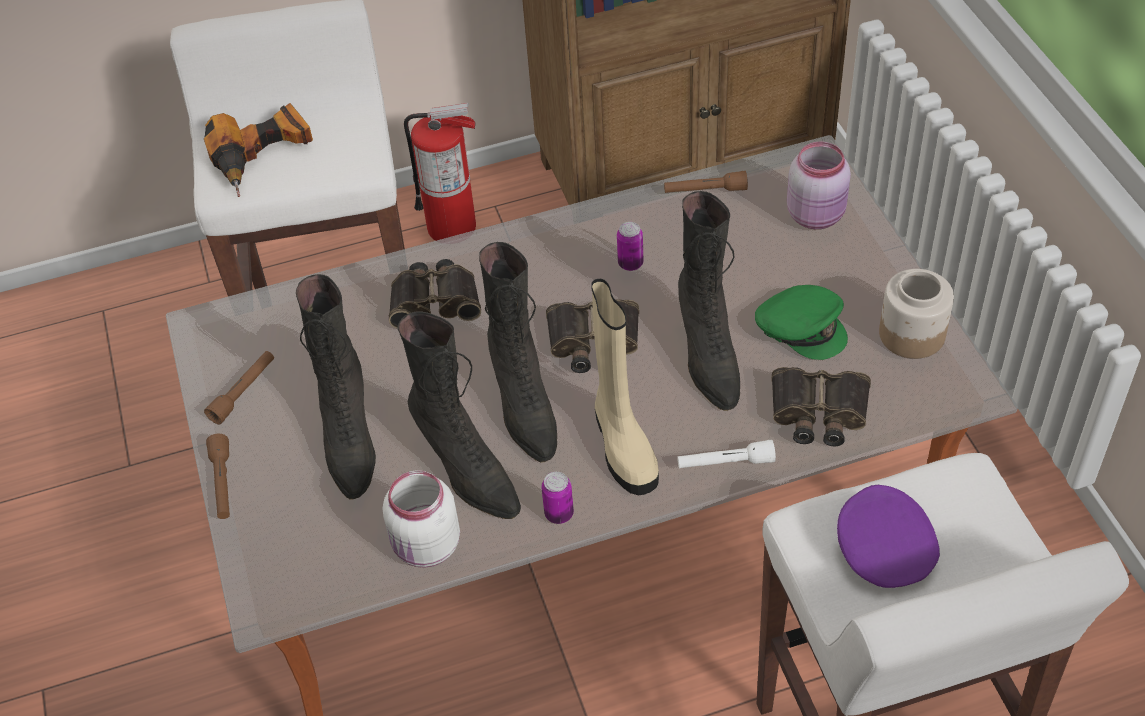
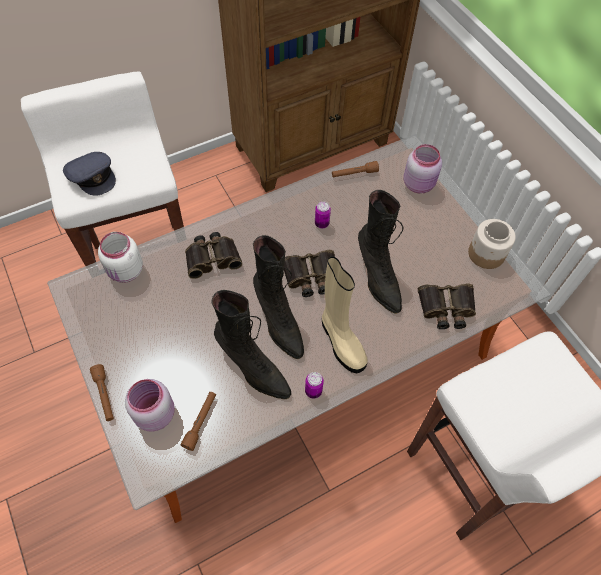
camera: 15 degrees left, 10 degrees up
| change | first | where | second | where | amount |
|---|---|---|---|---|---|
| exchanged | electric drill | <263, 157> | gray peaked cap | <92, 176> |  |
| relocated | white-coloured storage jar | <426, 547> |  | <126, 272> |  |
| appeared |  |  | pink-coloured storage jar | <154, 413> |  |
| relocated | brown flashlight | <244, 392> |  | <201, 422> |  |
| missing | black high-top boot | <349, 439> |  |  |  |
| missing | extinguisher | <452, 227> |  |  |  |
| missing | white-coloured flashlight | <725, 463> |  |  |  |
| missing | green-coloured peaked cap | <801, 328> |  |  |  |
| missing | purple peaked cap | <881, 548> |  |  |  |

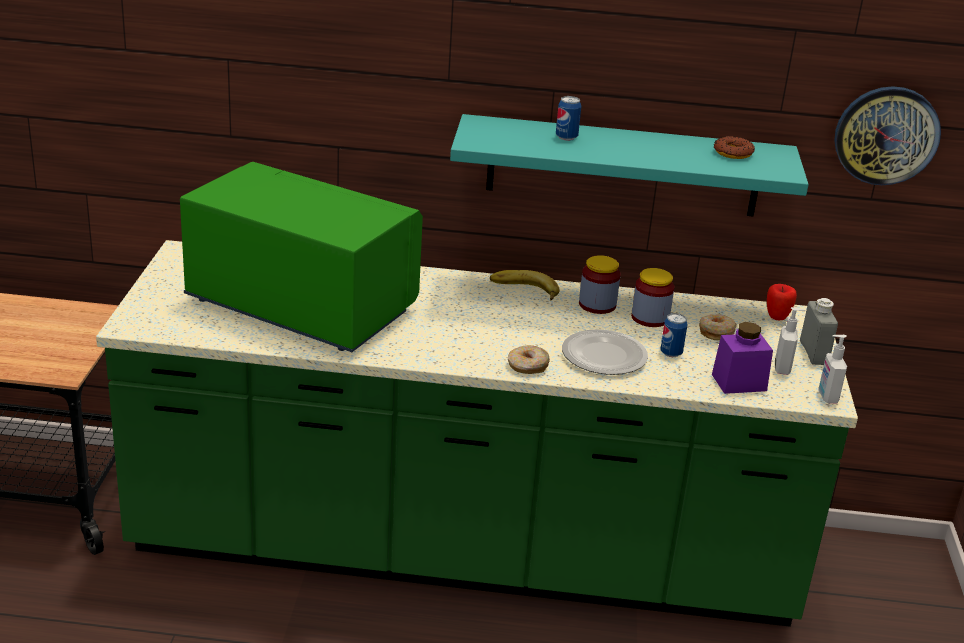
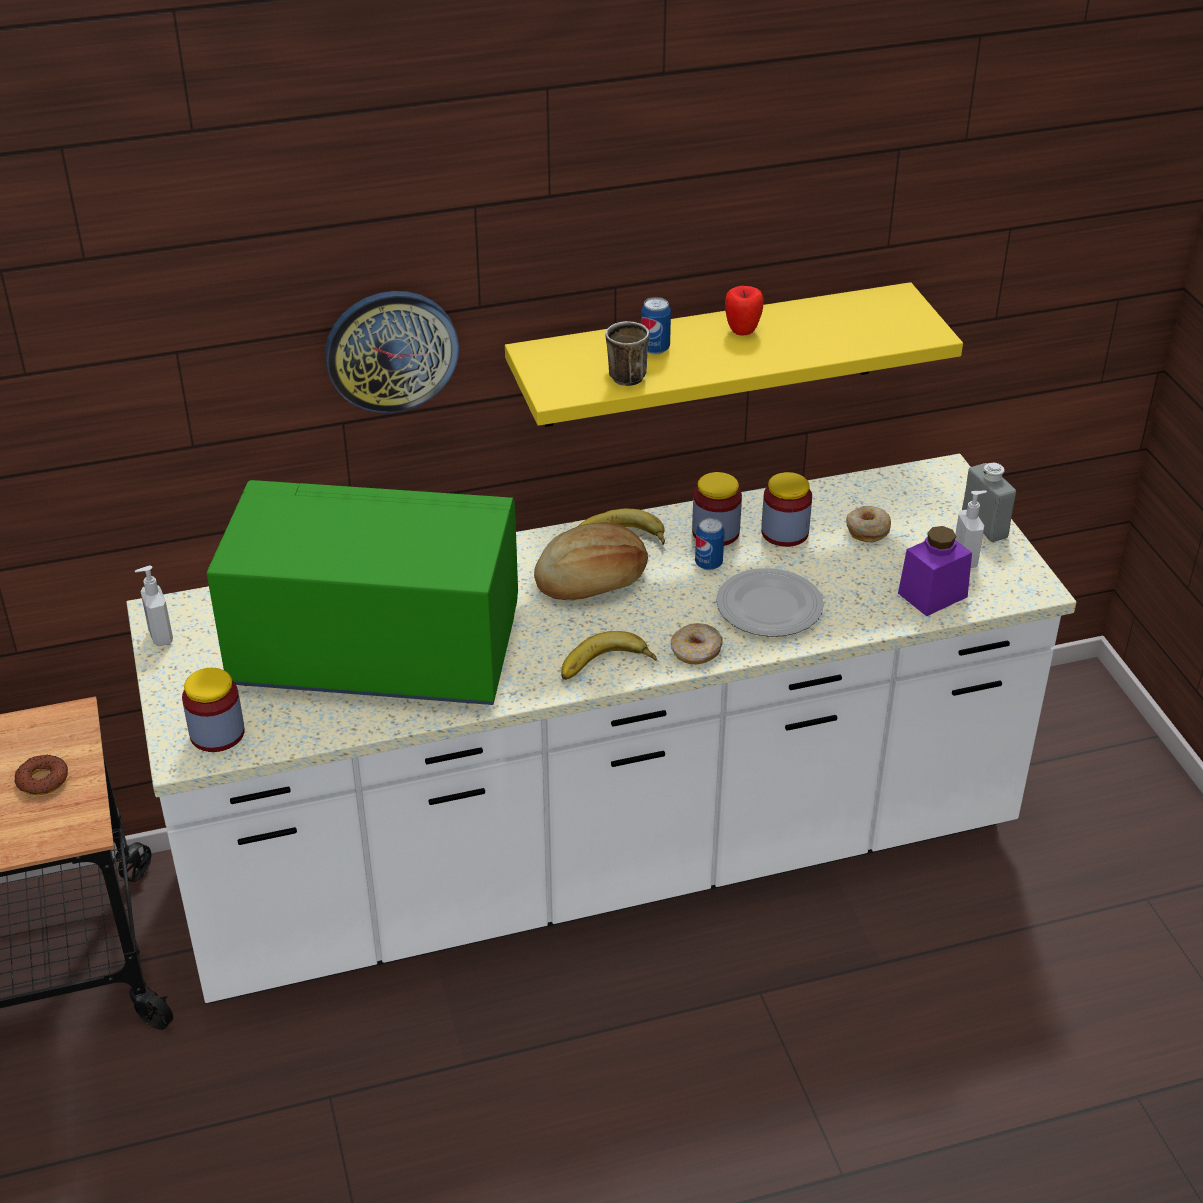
camera: 20 degrees left, 10 degrees up
| change | first | where | second | where | amount |
|---|---|---|---|---|---|
| relocated | doughnut | <733, 153> |  | <42, 780> |  |
| colour | green-coloured kitchen counter | <465, 550> | white-coloured kitchen counter | <601, 857> |  |
| relocated | liquid soap bottle | <827, 397> |  | <160, 636> |  |
| appeared |  |  | storage jar | <217, 733> |  |
| relocated | hanging clock | <886, 135> |  | <391, 350> |  |
| colour | turquoise shelf | <623, 166> | yellowish shelf | <711, 355> |  |
| appeared |  |  | bakery bread | <592, 582> |  |
| appeared |  |  | banana | <607, 667> |  |
| appeared |  |  | mug | <622, 375> |  |
| relocated | can | <671, 353> |  | <708, 564> |  |
| relocated | apple | <777, 317> |  | <742, 331> |  |

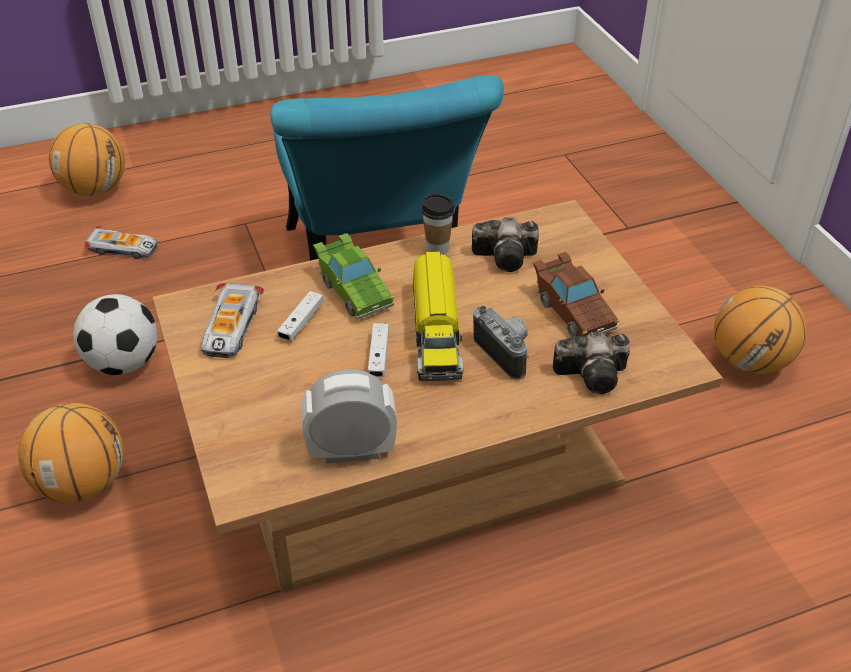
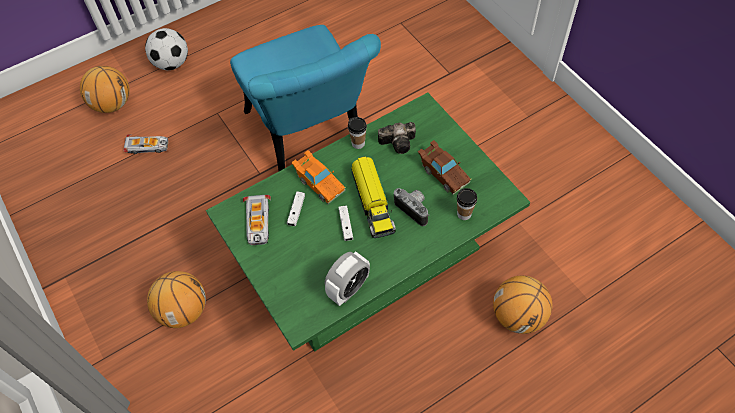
camera: 10 degrees left, 15 degrees up
| change | first | where | second | where | amount |
|---|---|---|---|---|---|
| relocated | ball for football | <124, 363> |  | <172, 63> |  |
| colour | brown low table | <425, 463> | green-coloured low table | <370, 257> |  |
| colour | green-coloured toy car | <353, 290> | orange-coloured toy car | <319, 183> |  |
| spun | bedside clock | <351, 451> |  | <348, 289> | 150 degrees clockwise |
| exchanged | photo camera | <595, 375> | small cup | <464, 214> |  |
| relocated | ball for basketball | <750, 361> |  | <518, 316> |  |

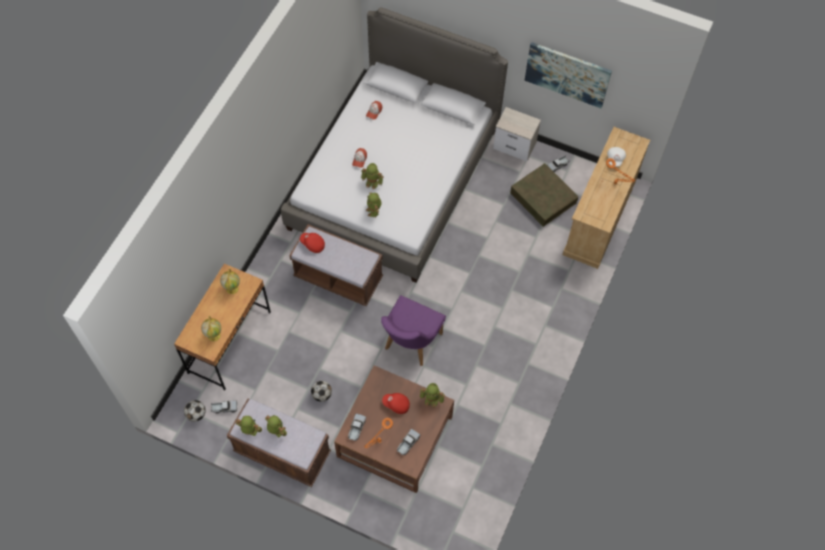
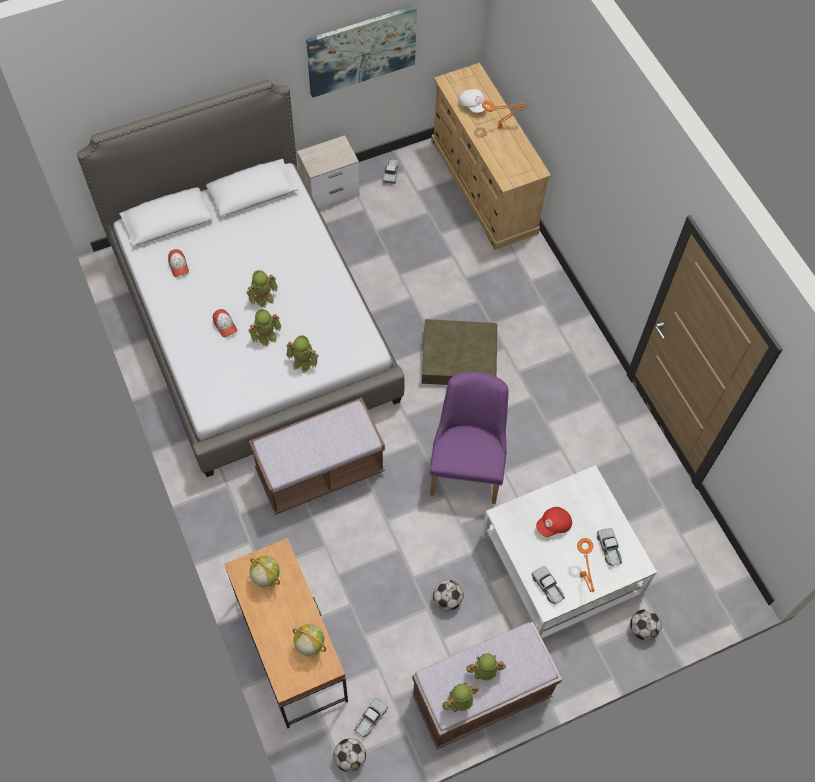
camera: 50 degrees left, 0 degrees up
| change | first | where | second | where | amount |
|---|---|---|---|---|---|
| relocated | toy robot | <432, 399> |  | <263, 297> |  |
| relocated | brown storage bin | <543, 198> |  | <458, 357> |  |
| spun | purple upright chair | <410, 345> |  | <467, 465> | 150 degrees counterclockwise |
| colour | brown low table | <395, 436> | white-coloured low table | <561, 564> |  |
| appeared |  |  | ball for football | <642, 629> |  |
| missing | reddish peaked cap | <312, 244> |  |  |  |

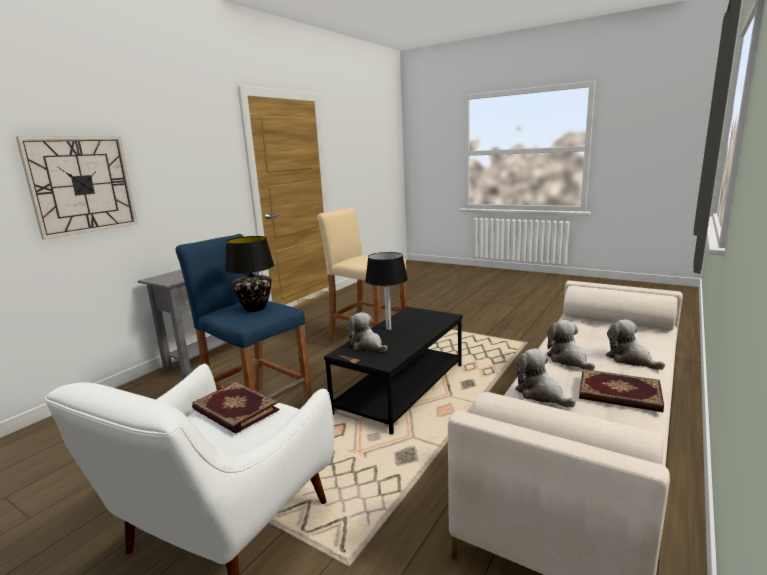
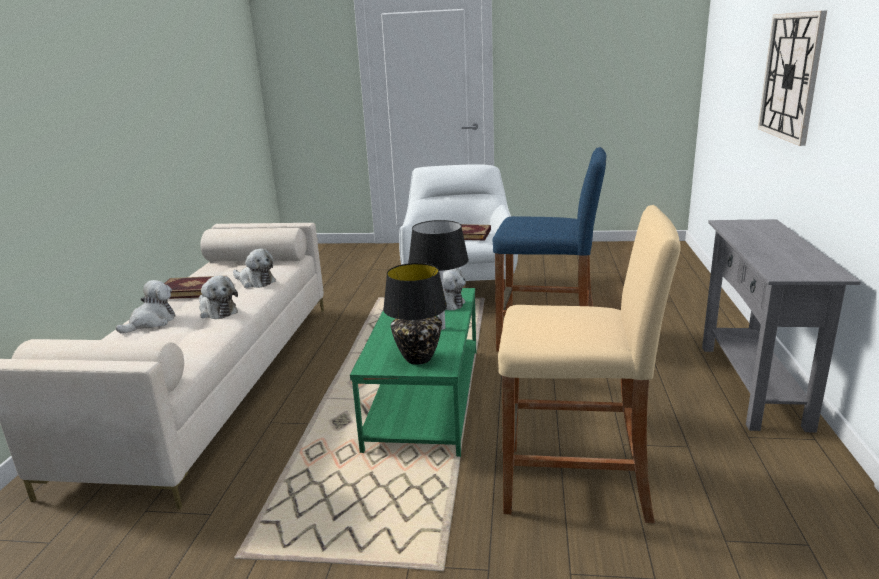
camera: 155 degrees right, 5 degrees up
| change | first | where | second | where | amount |
|---|---|---|---|---|---|
| spun | cuddly toy | <630, 359> |  | <151, 322> | 90 degrees counterclockwise |
| colour | black low table | <402, 389> | green-coloured low table | <424, 396> |  |
| relocated | black table lamp | <254, 309> |  | <418, 358> |  |

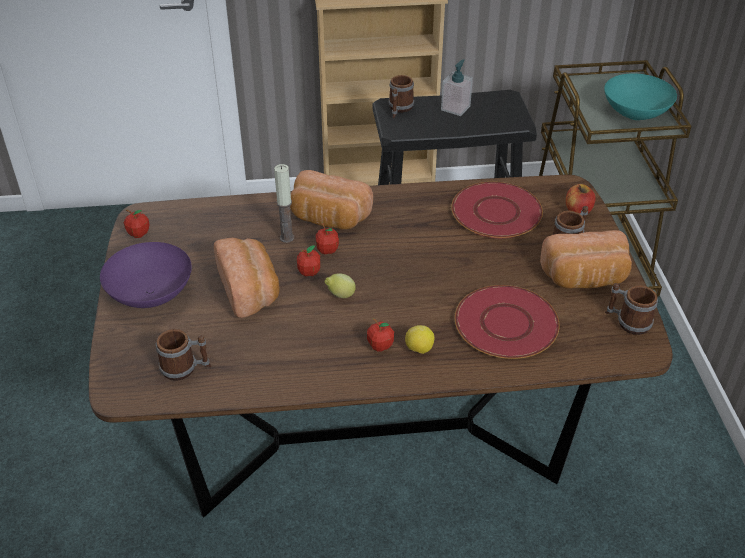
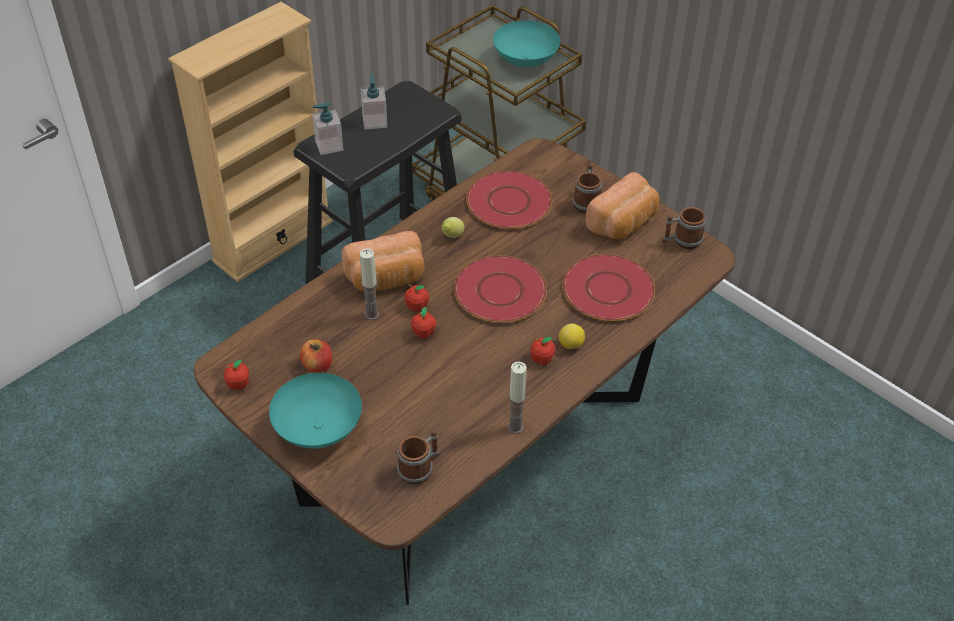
camera: 40 degrees left, 5 degrees up
| change | first | where | second | where | amount |
|---|---|---|---|---|---|
| colour | purple deep dish | <150, 296> | turquoise deep dish | <318, 430> |  |
| relocated | apple | <578, 210> |  | <318, 365> |  |
| exchanged | mug | <399, 109> | liquid soap bottle | <329, 146> |  |
| relocated | lemon | <340, 295> |  | <452, 236> |  |
| appeared |  |  | reddish flat dish | <499, 291> |  |
| appeared |  |  | wax light | <515, 427> |  |
| missing | bakery bread | <250, 290> |  |  |  |

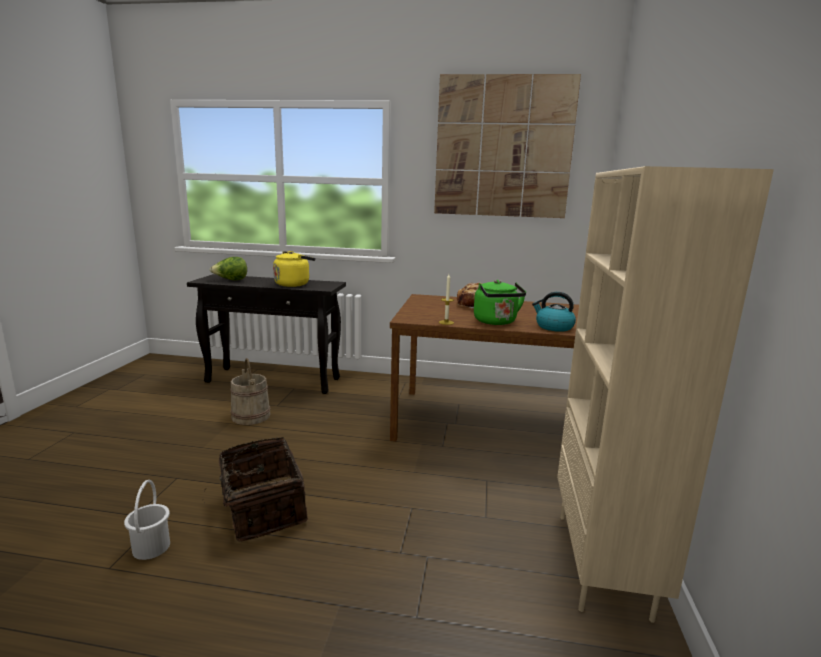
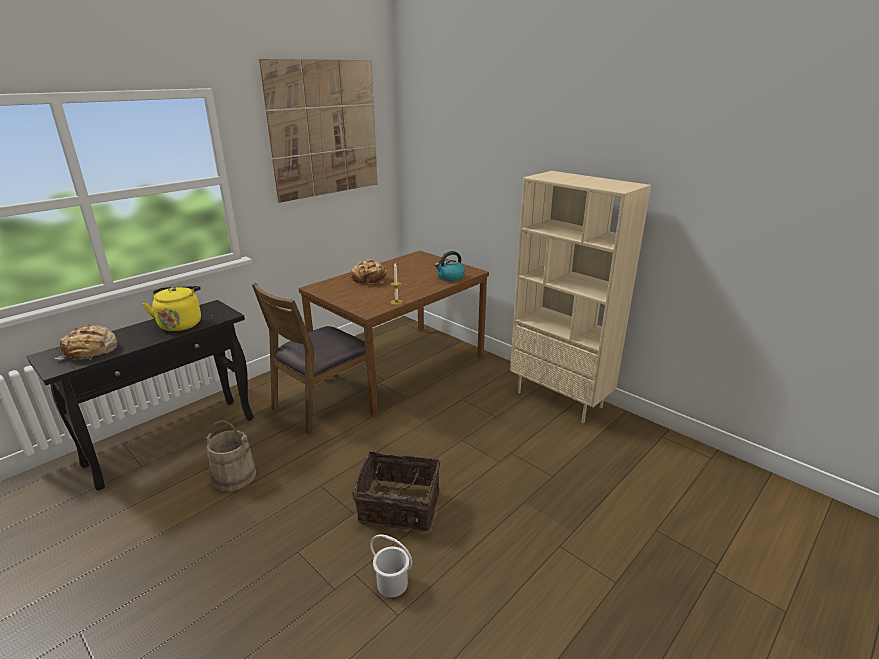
camera: 55 degrees left, 10 degrees up
| change | first | where | second | where | amount |
|---|---|---|---|---|---|
| exchanged | head of lettuce | <231, 280> | bakery bread | <91, 351> |  |
| appeared |  |  | brown upright chair | <323, 403> |  |
| missing | green-coloured kettle | <496, 322> |  |  |  |

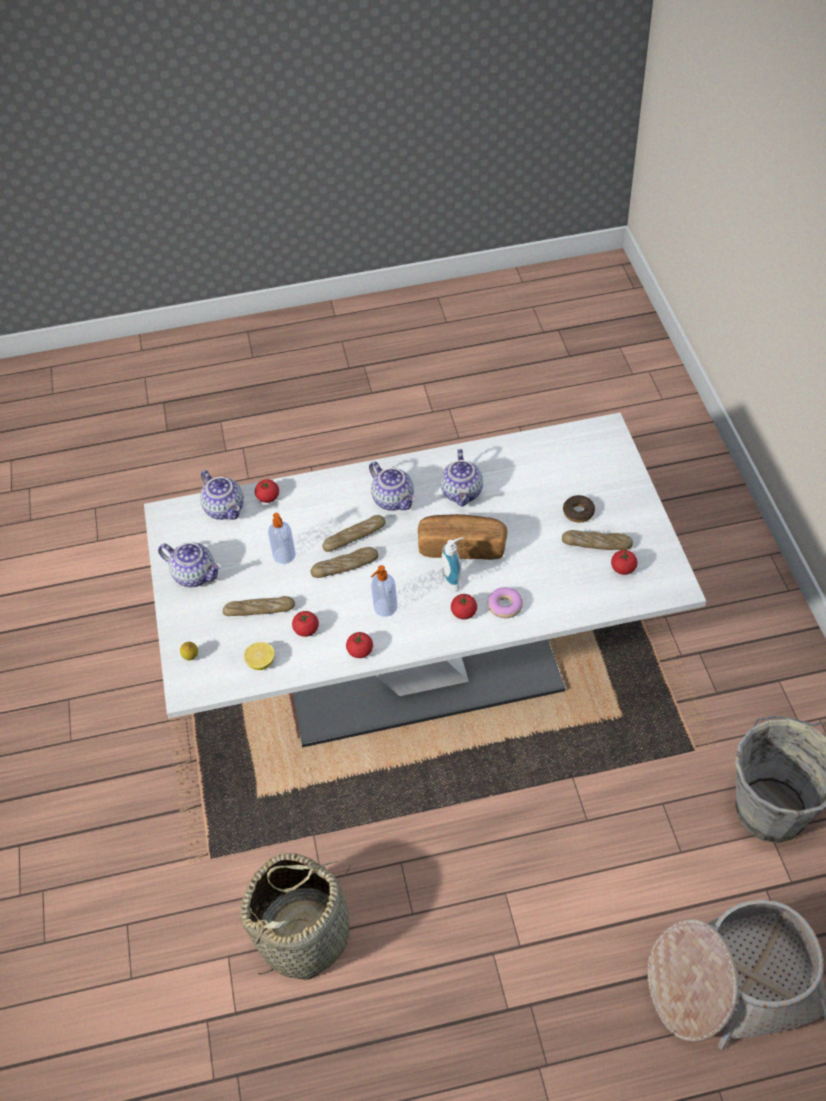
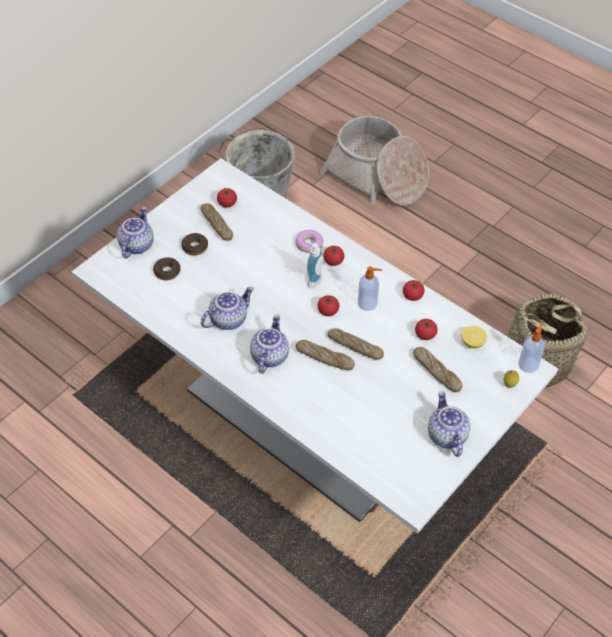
camera: 130 degrees left, 0 degrees up
| change | first | where | second | where | amount |
|---|---|---|---|---|---|
| relocated | tea pot | <225, 508> |  | <136, 245> |  |
| appeared |  |  | doughnut | <167, 271> |  |
| relocated | whole tomato | <268, 497> |  | <328, 311> |  |
| relocated | liquid soap bottle | <284, 556> |  | <528, 364> |  |
| missing | bakery bread | <462, 546> |  |  |  |

